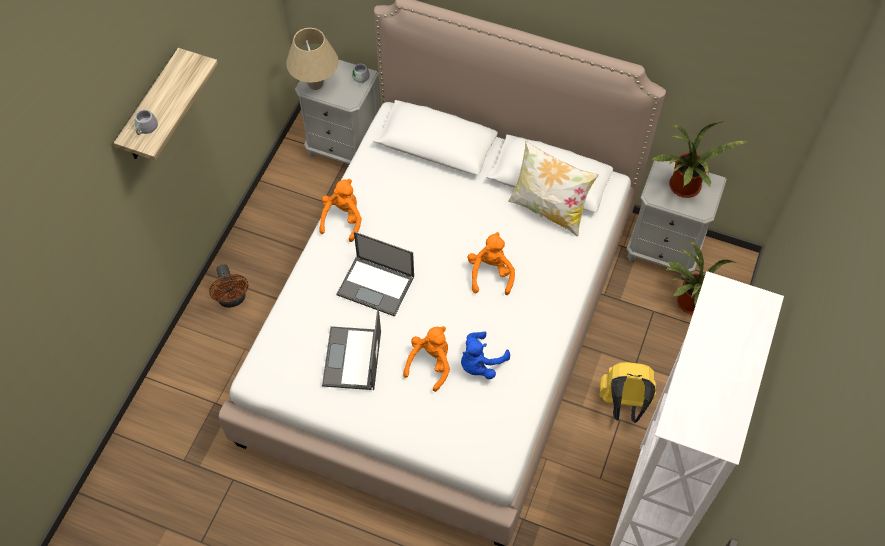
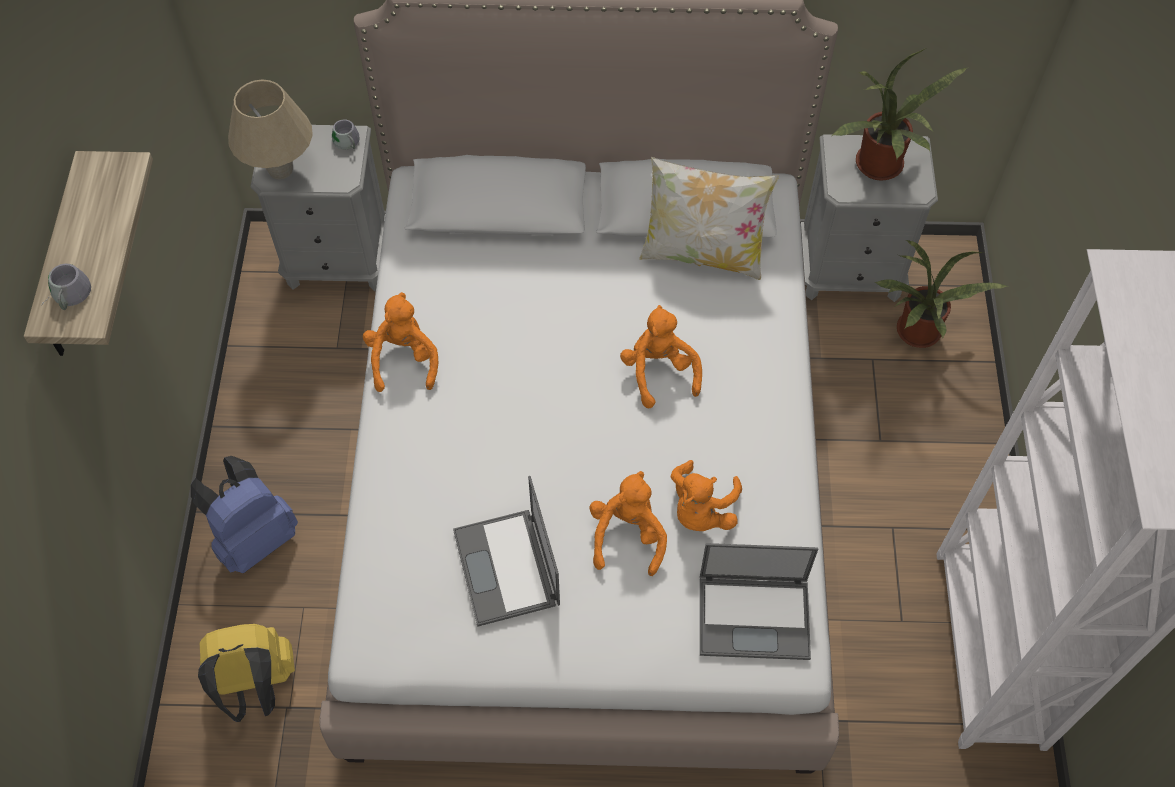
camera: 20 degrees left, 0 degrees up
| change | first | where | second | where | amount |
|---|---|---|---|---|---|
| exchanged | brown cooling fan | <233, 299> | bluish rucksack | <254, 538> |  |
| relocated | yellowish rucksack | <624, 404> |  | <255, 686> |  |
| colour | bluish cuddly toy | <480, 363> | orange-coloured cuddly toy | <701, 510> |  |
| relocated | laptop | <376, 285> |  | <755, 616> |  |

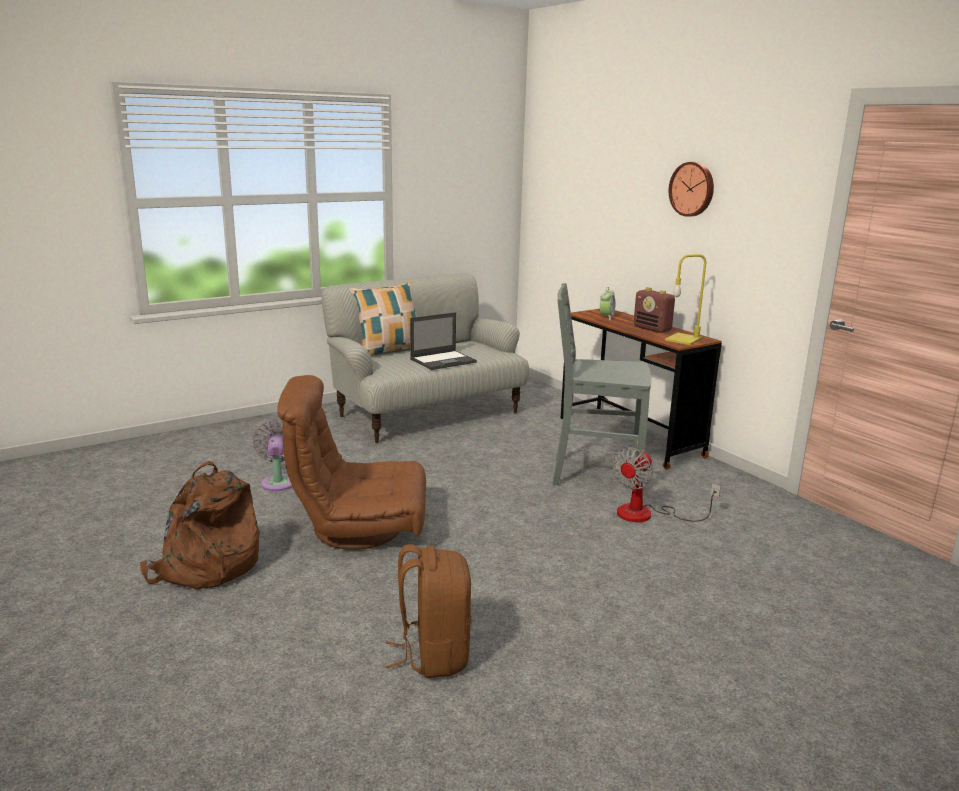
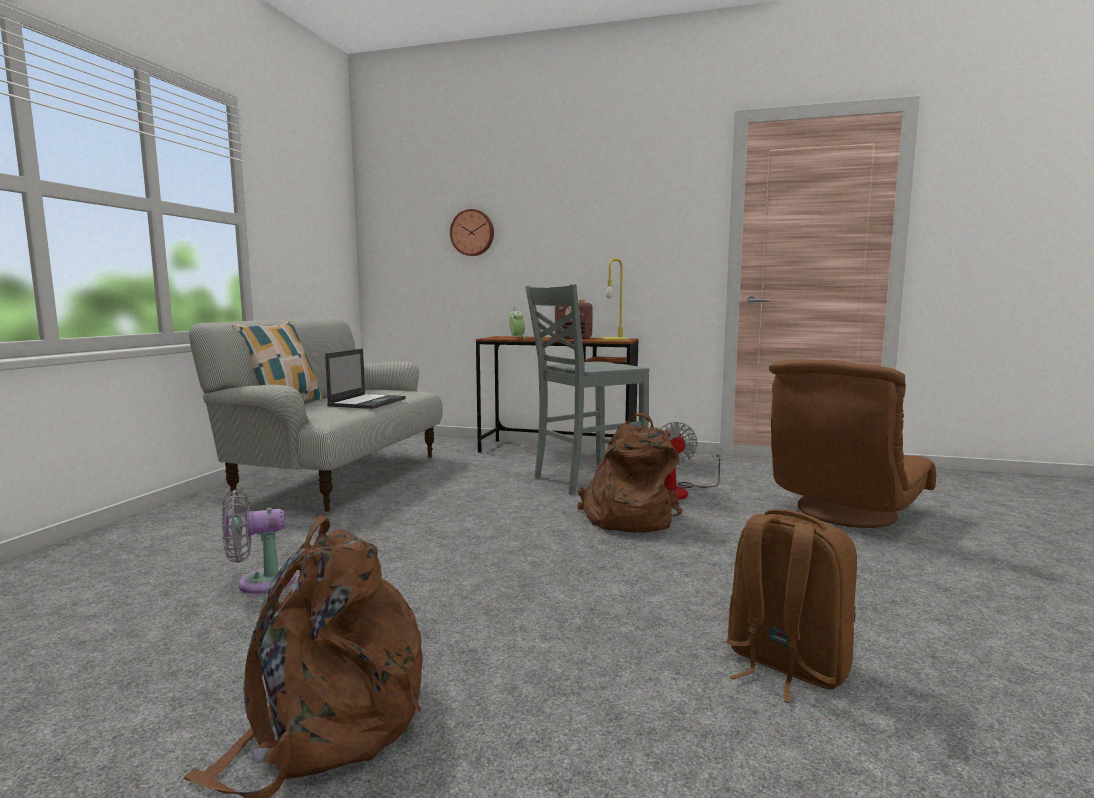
camera: 40 degrees left, 10 degrees down
| change | first | where | second | where | amount |
|---|---|---|---|---|---|
| spun | gray cooling fan | <278, 481> |  | <260, 582> | 60 degrees counterclockwise |
| relocated | hanging clock | <692, 189> |  | <472, 233> |  |
| appeared |  |  | brown rucksack | <626, 518> |  |
| relocated | brown lounge chair | <359, 528> |  | <843, 513> |  |

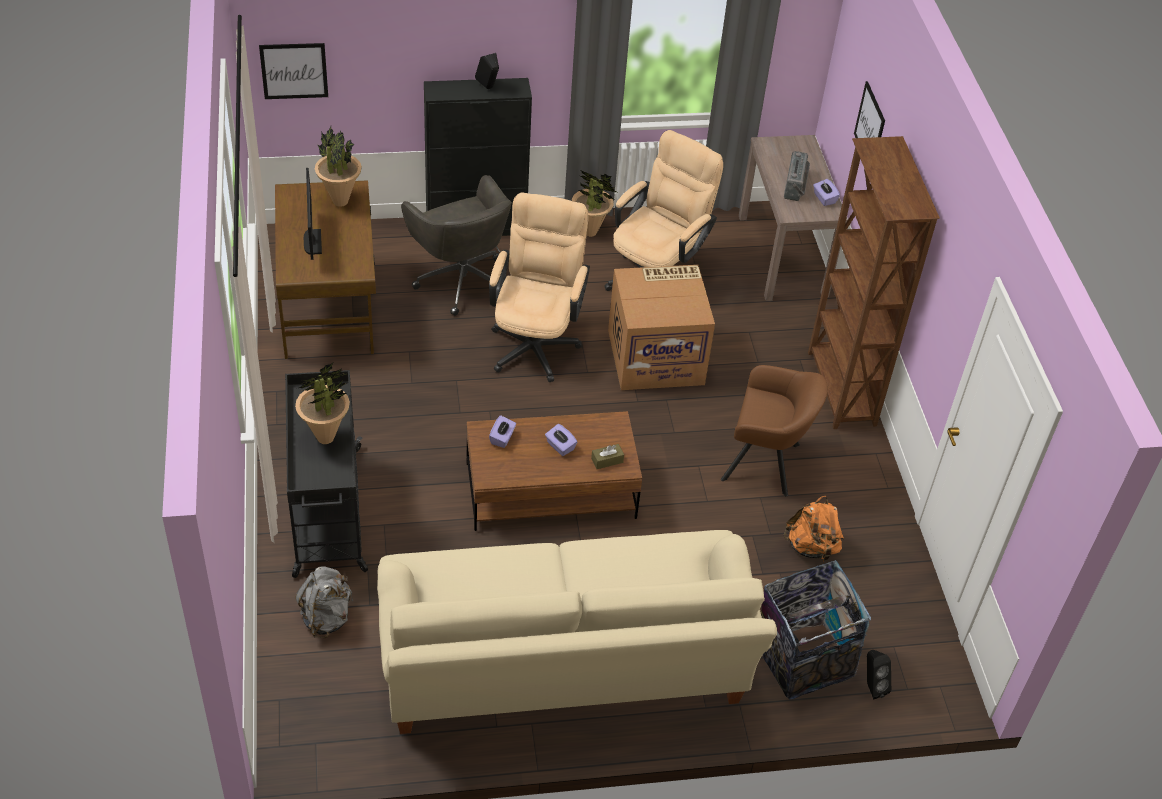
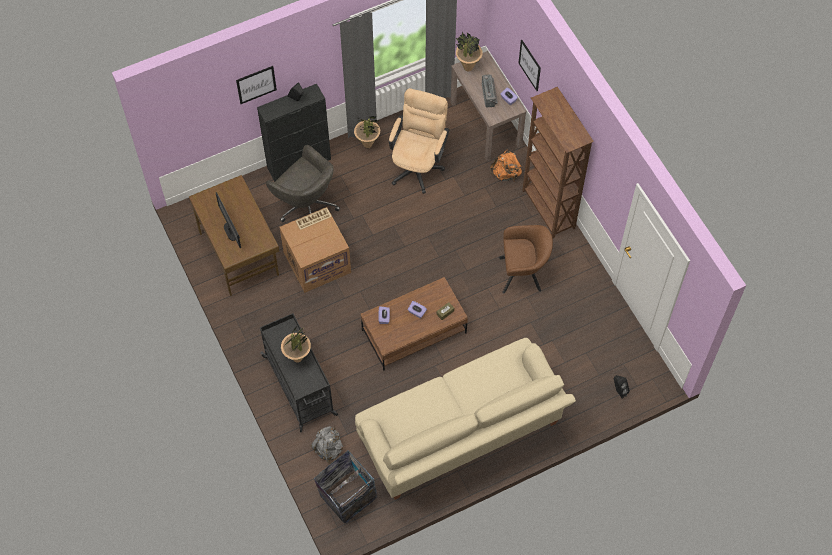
camera: 15 degrees left, 15 degrees up
| change | first | where | second | where | amount |
|---|---|---|---|---|---|
| relocated | wall art | <294, 70> |  | <256, 84> |  |
| relocated | packing box | <656, 356> |  | <317, 261> |  |
| relocated | trash can | <802, 663> |  | <347, 498> |  |
| relocated | plant in a pot | <340, 201> |  | <468, 68> |  |
| relocated | orange-coloured rucksack | <811, 547> |  | <505, 174> |  |
| missing | beige desk chair | <536, 341> |  |  |  |

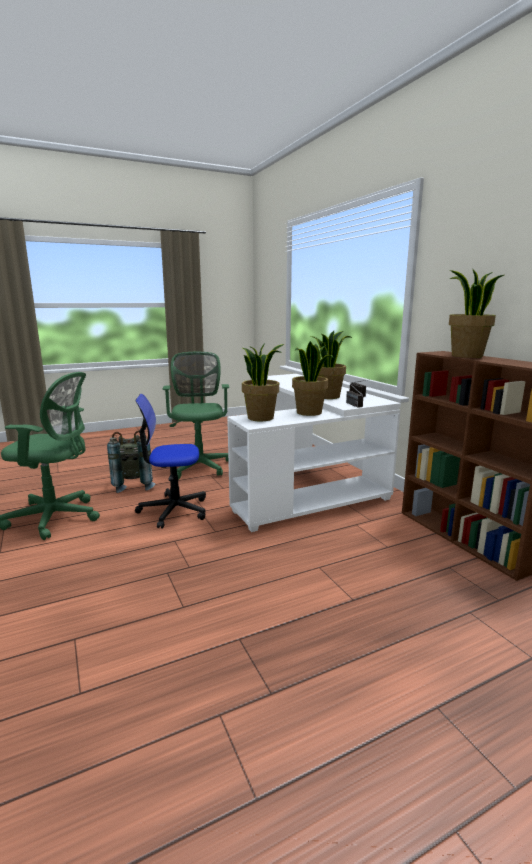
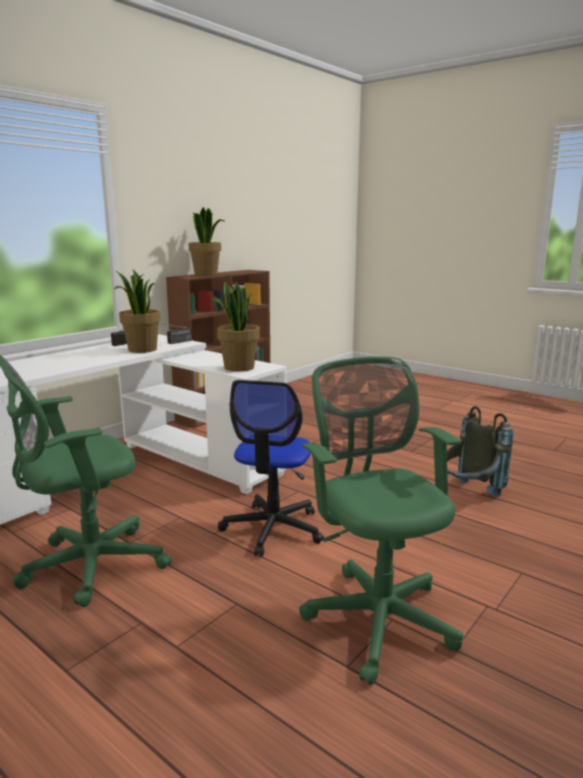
camera: 115 degrees left, 0 degrees up
| change | first | where | second | where | amount |
|---|---|---|---|---|---|
| spun | desk chair | <173, 510> |  | <273, 529> | 45 degrees clockwise |
| relocated | gray rucksack | <133, 485> |  | <468, 494> |  |
| missing | plant in a pot | <309, 413> |  |  |  |

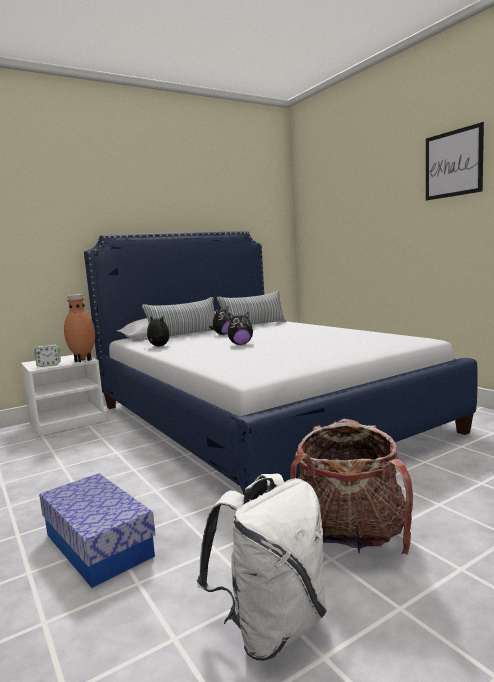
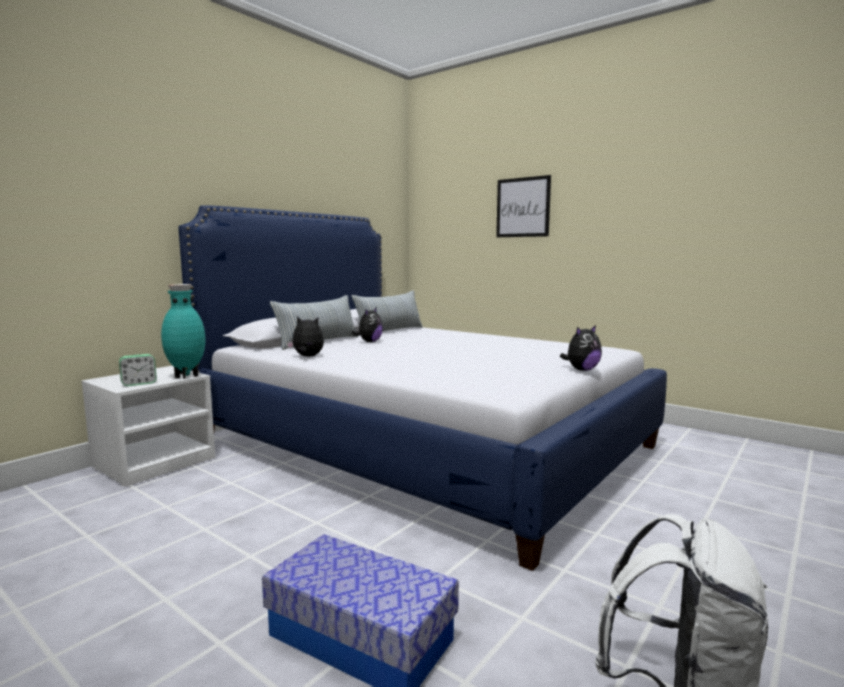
camera: 20 degrees left, 0 degrees up
| change | first | where | second | where | amount |
|---|---|---|---|---|---|
| colour | brown vase | <83, 360> | turquoise vase | <186, 376> |  |
| relocated | wall art | <453, 163> |  | <523, 207> |  |
| relocated | cuddly toy | <240, 344> |  | <581, 370> |  |
| missing | rucksack | <351, 540> |  |  |  |

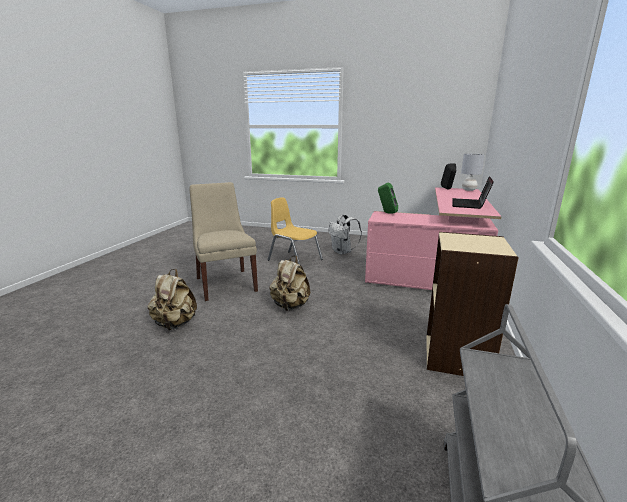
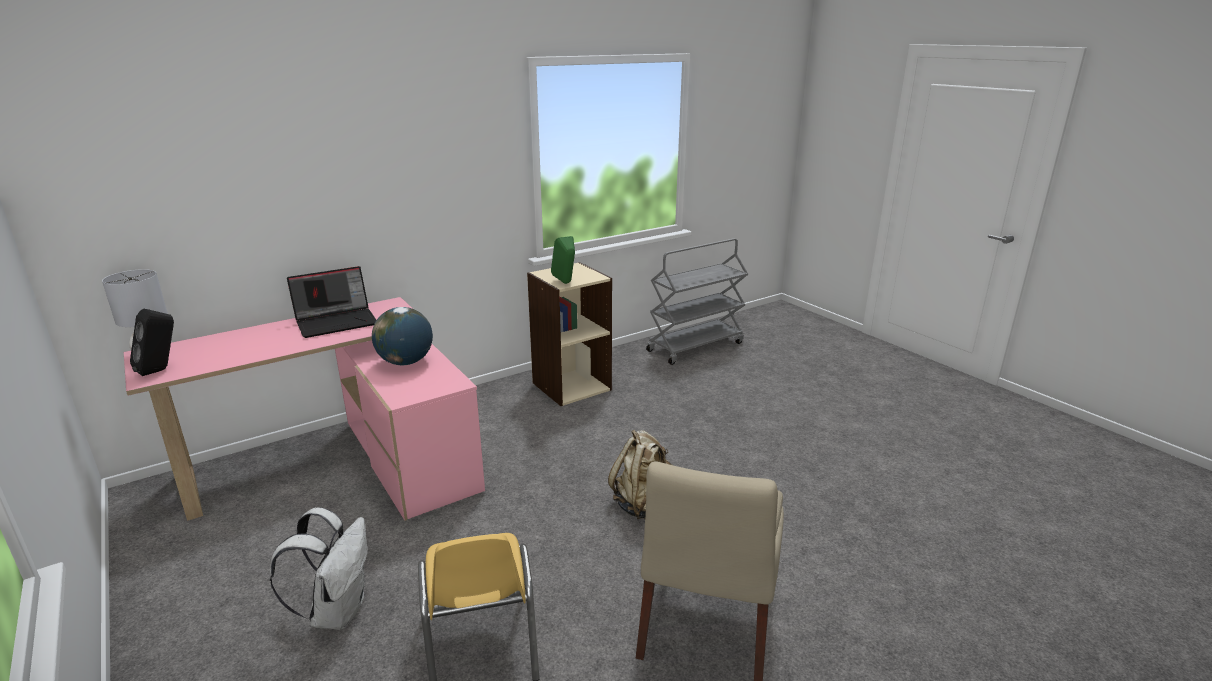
camera: 140 degrees left, 5 degrees up
| change | first | where | second | where | amount |
|---|---|---|---|---|---|
| appeared |  |  | globe | <406, 362> |  |
| relocated | green-coloured loudspeaker | <386, 213> |  | <565, 283> |  |
| missing | beige rucksack | <175, 324> |  |  |  |

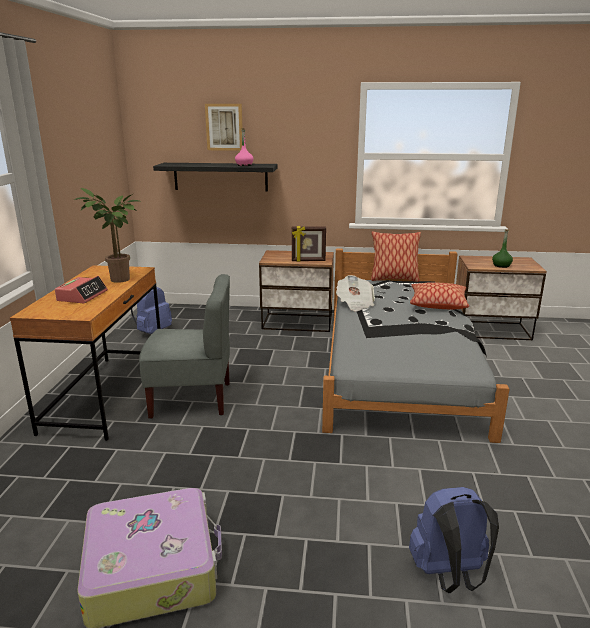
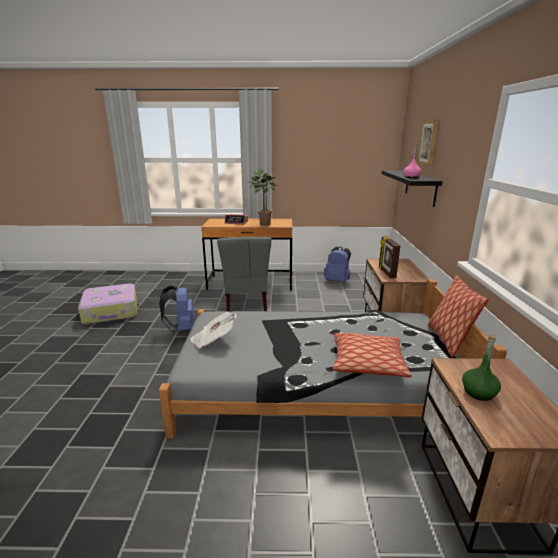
camera: 85 degrees right, 0 degrees up
| change | first | where | second | where | amount |
|---|---|---|---|---|---|
| relocated | bluish rucksack | <449, 575> |  | <182, 328> |  |
| relocated | printed paper | <355, 304> |  | <213, 340> |  |

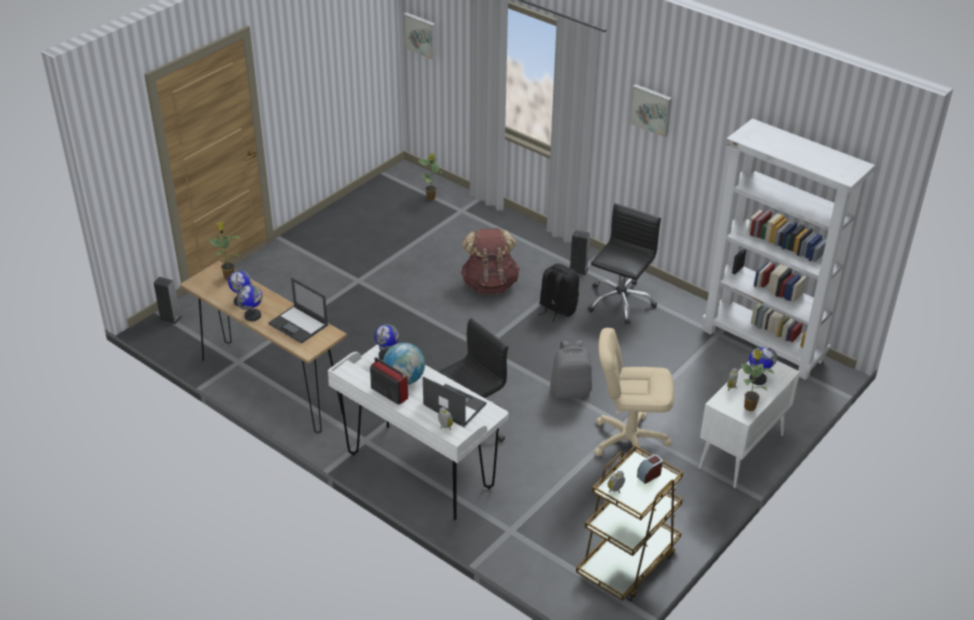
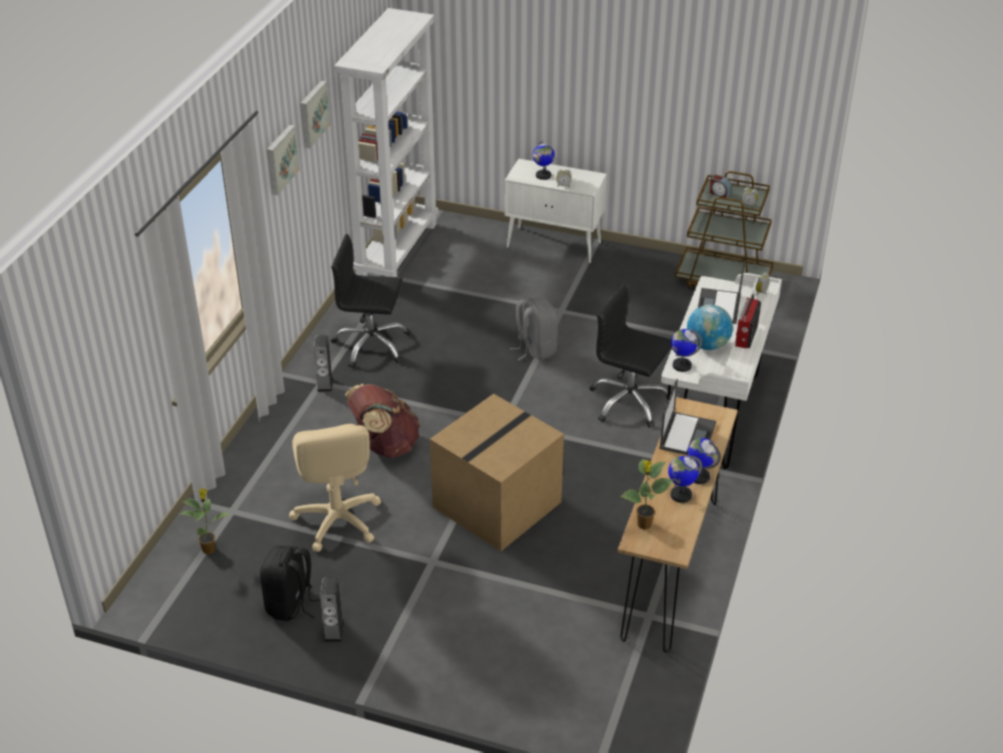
camera: 110 degrees left, 0 degrees up
| change | first | where | second | where | amount |
|---|---|---|---|---|---|
| relocated | black rucksack | <557, 309> |  | <291, 605> |  |
| relocated | beige desk chair | <629, 441> |  | <337, 520> |  |
| relocated | wall art | <421, 35> |  | <312, 114> |  |
| relocated | loudspeaker | <170, 318> |  | <334, 632> |  |
| appeared |  |  | packing box | <497, 503> |  |
| missing | plant in a pot | <749, 406> |  |  |  |

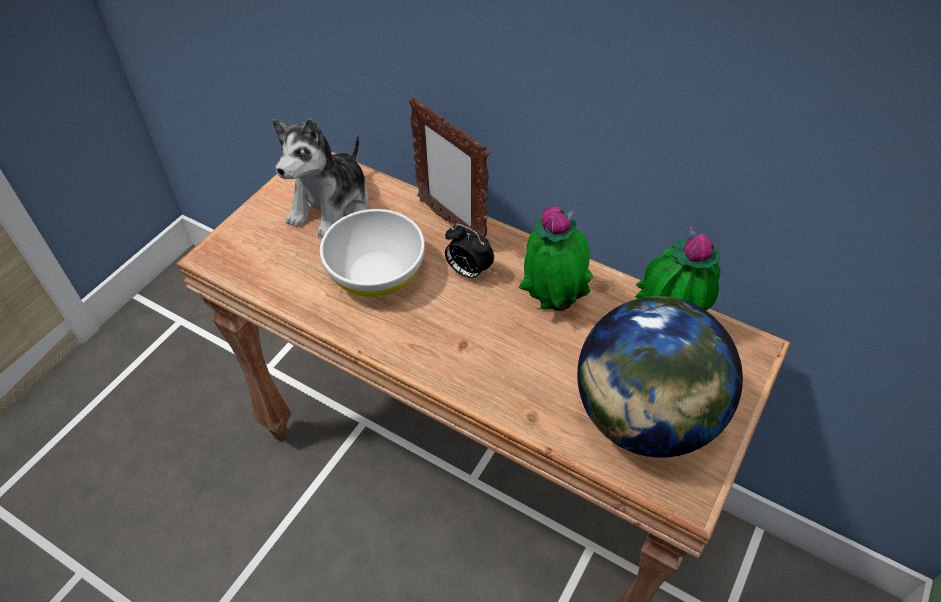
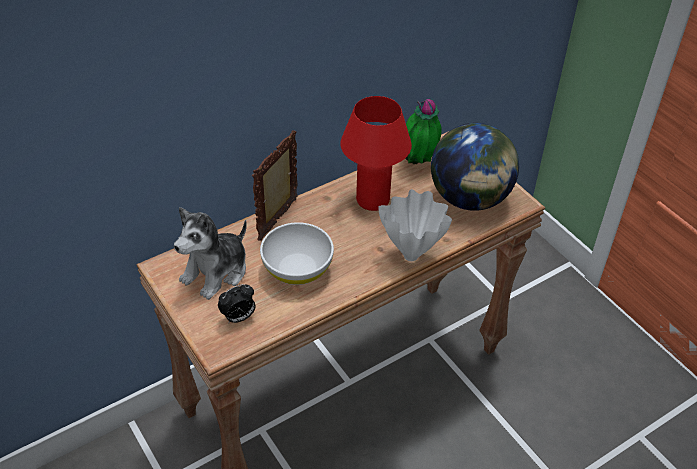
camera: 65 degrees left, 5 degrees down
| change | first | where | second | where | amount |
|---|---|---|---|---|---|
| spun | cuddly toy | <331, 206> |  | <216, 272> | 75 degrees clockwise |
| relocated | bedside clock | <467, 272> |  | <238, 317> |  |
| spun | photo frame | <450, 224> |  | <279, 219> | 135 degrees clockwise |
| exchanged | plant in a pot | <552, 301> | reddish table lamp | <373, 200> |  |
| appeared |  |  | white-coloured vase | <412, 256> |  |

